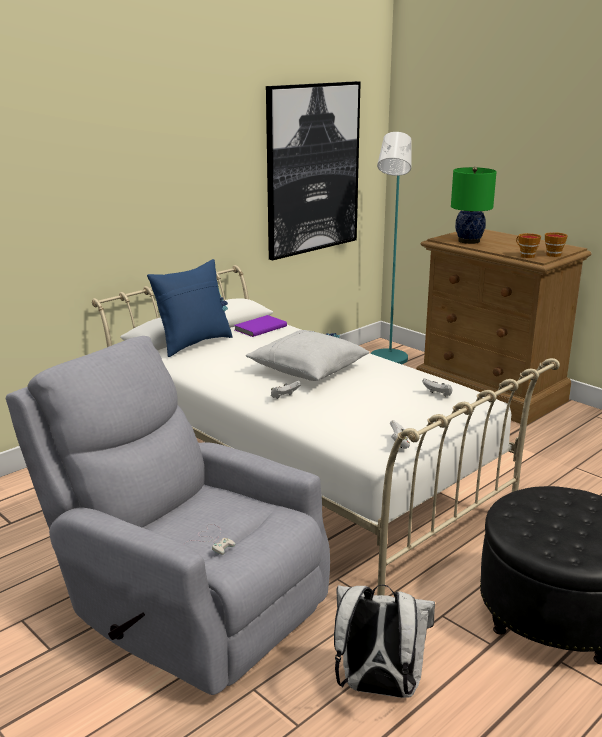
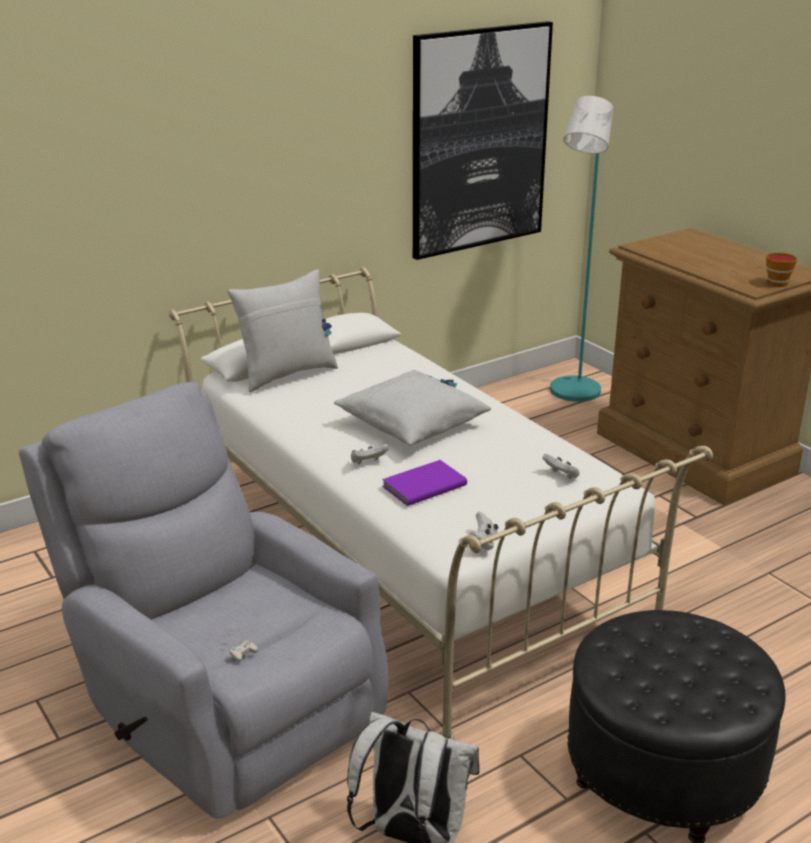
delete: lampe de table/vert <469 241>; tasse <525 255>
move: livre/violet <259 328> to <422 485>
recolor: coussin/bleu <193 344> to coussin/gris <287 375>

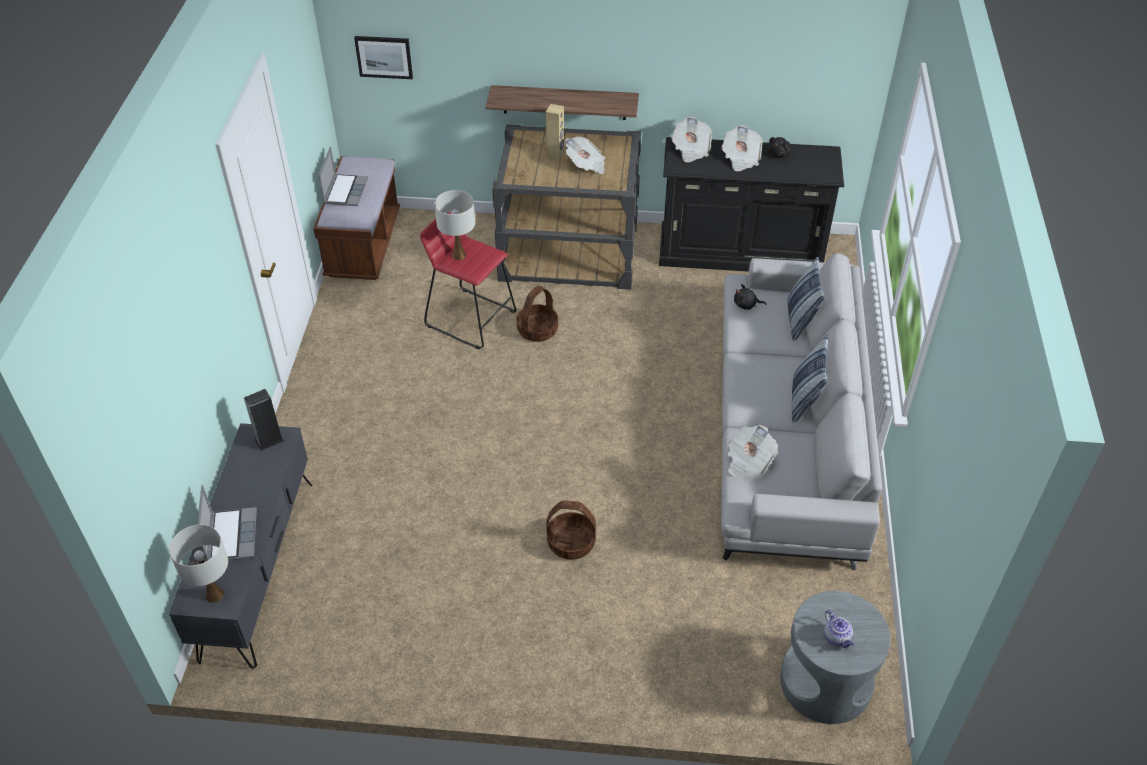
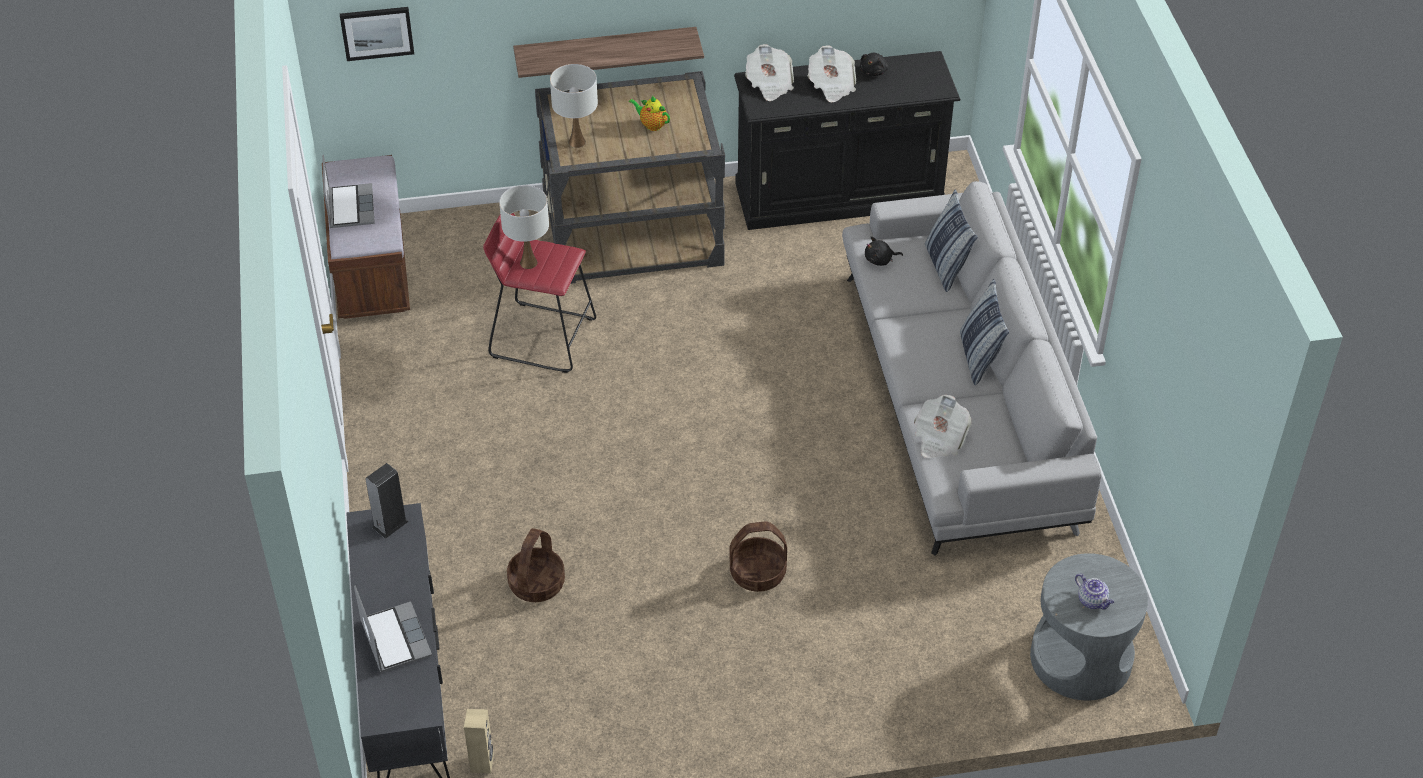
move: lampe de table/blanc <214 594> to <576 142>; panier <537 330> to <537 583>; enceinte/beige <555 154> to <482 763>
replace: journal <586 165> to théière <651 125>

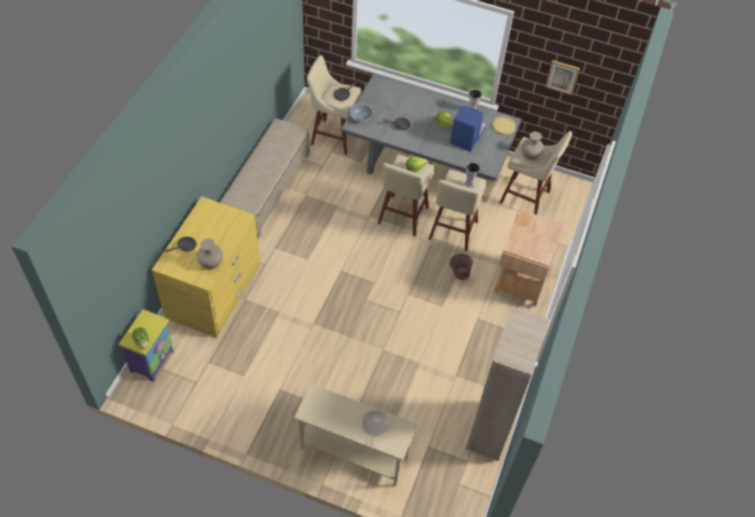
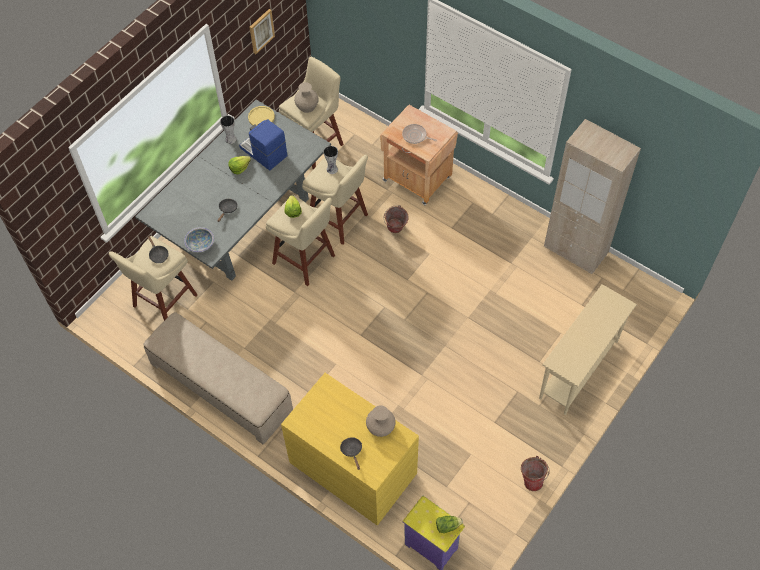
insert: seau <532 479>
move: poêle <374 426> to <415 136>

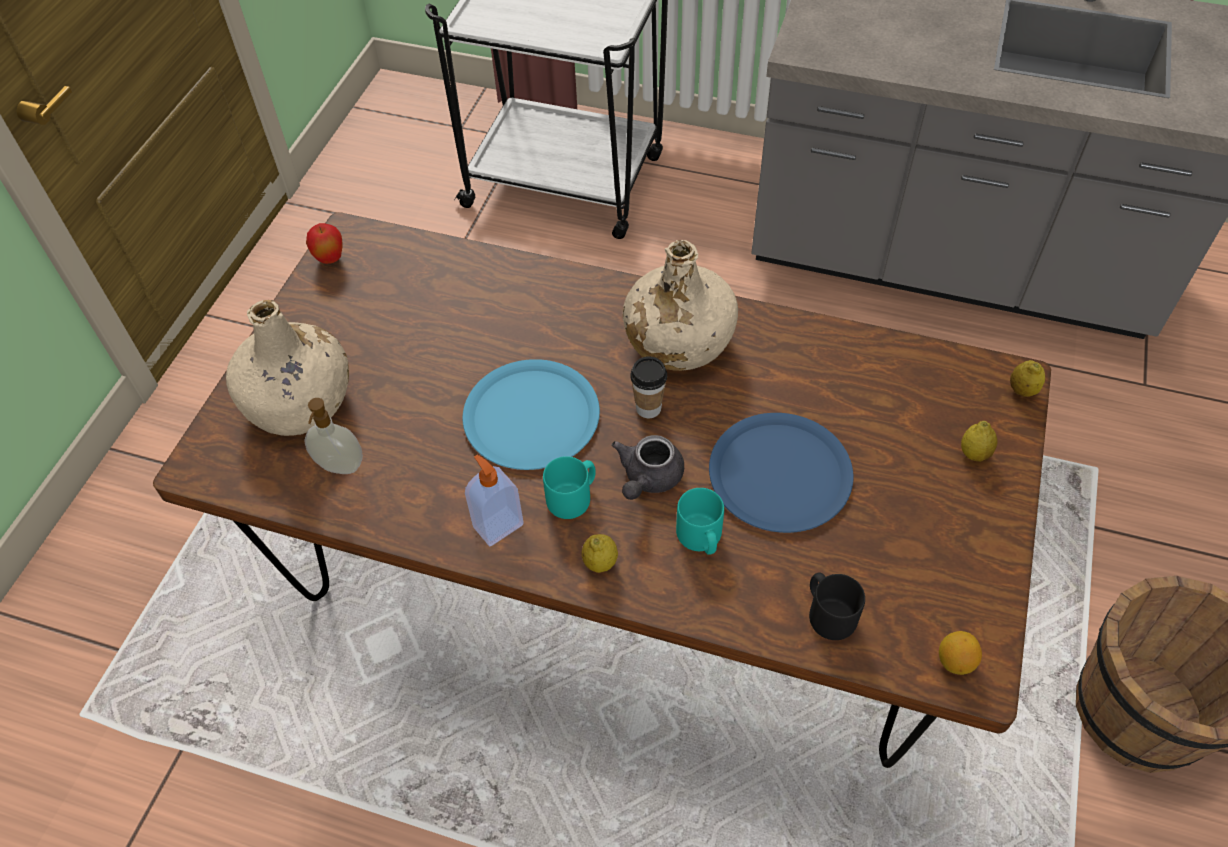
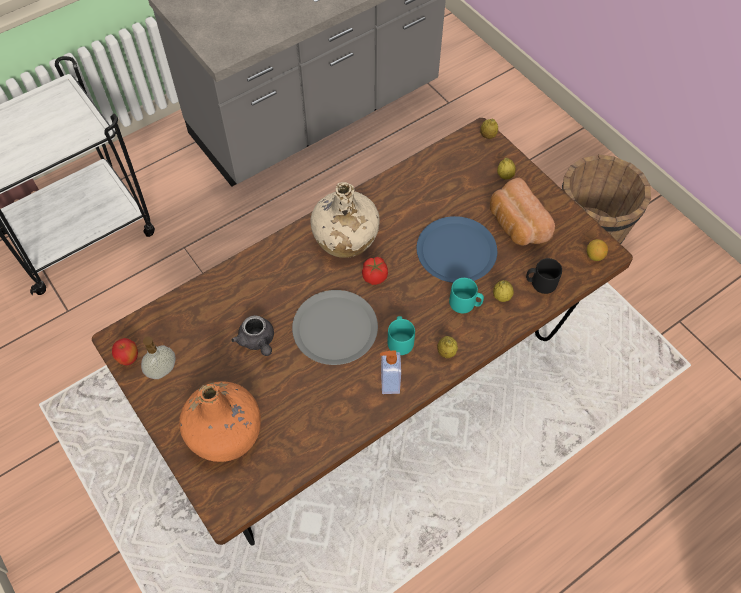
insert: pain <515 225>; citron <501 297>
move: distributeur de savon <340 467> to <163 371>; théière/gris <648 478> to <258 341>
replace: tasse <648 408> to tomate <375 276>
recolor: bouteille/beige <300 402> to bouteille/orange <225 431>; assiette/bleu <531 415> to assiette/gris <335 328>

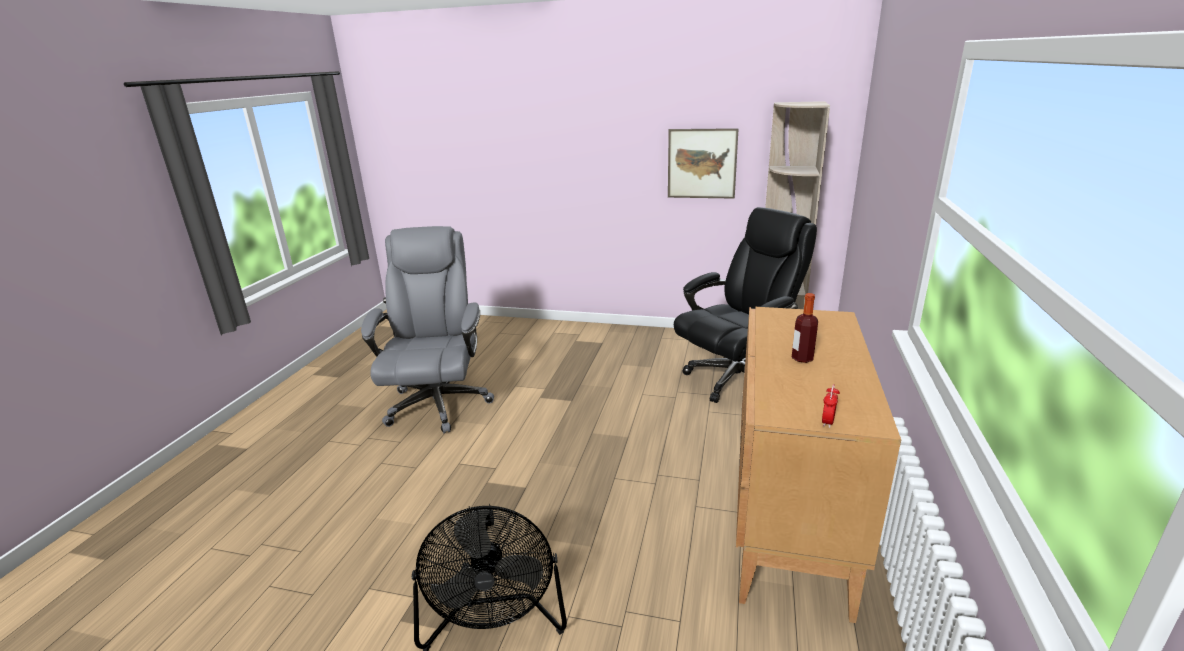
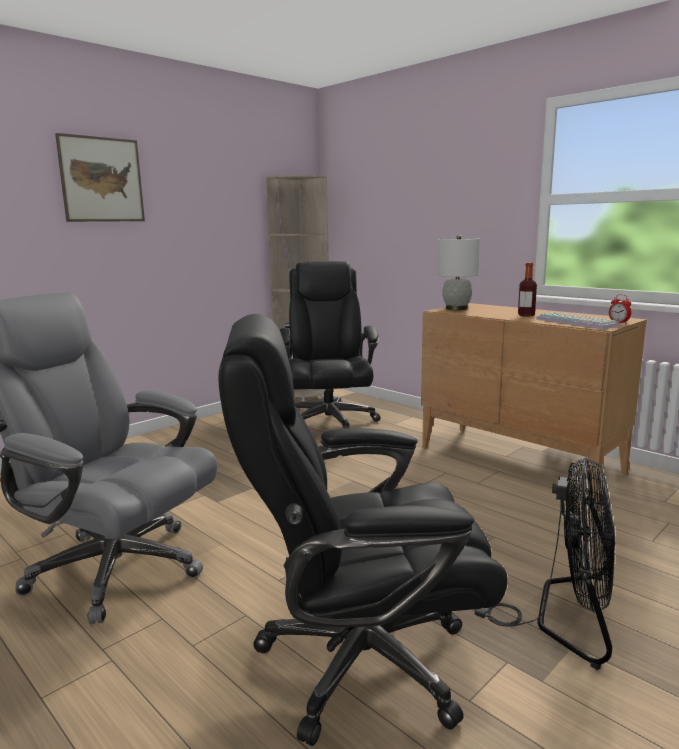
insert: chaise de bureau/noir <363 661>; lampe de table/blanc <456 308>; clavier <578 322>
move: tableau <702 163> to <102 180>

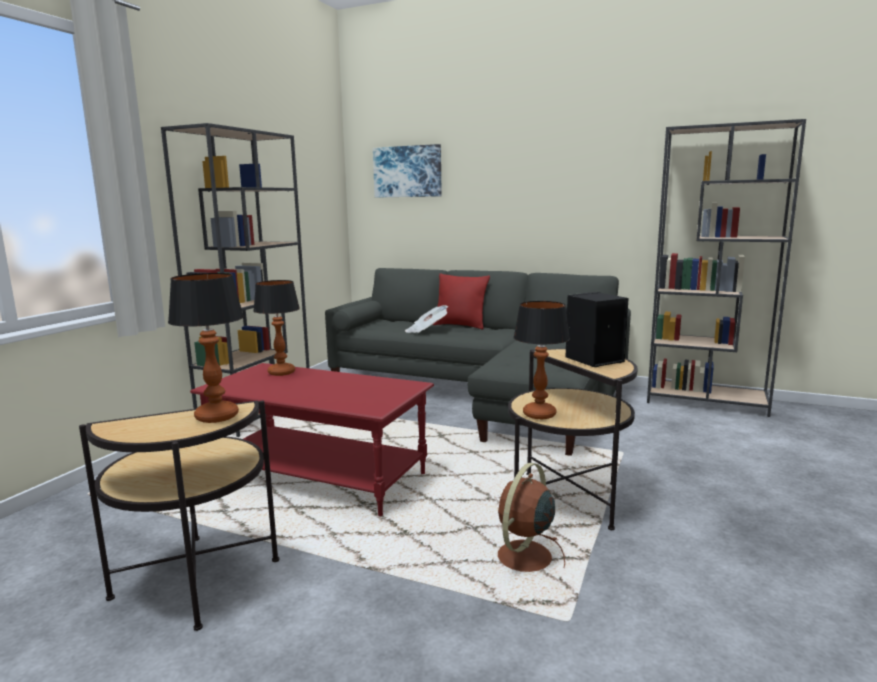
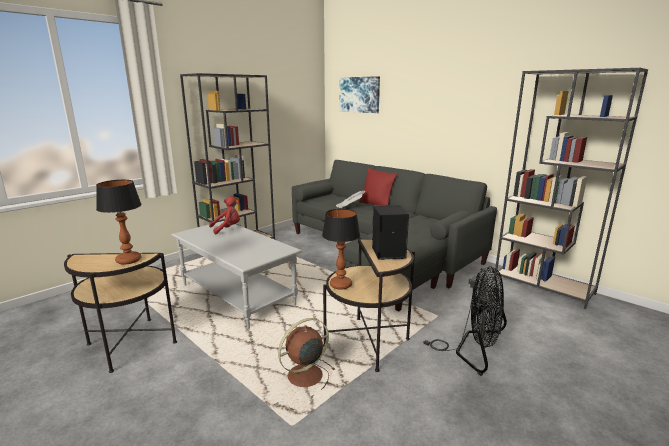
insert: ventilateur/noir <472 348>
replace: lampe de table <282 372> to peluche/rouge <227 229>
recolor: table basse/rouge <320 476> to table basse/gris <238 295>

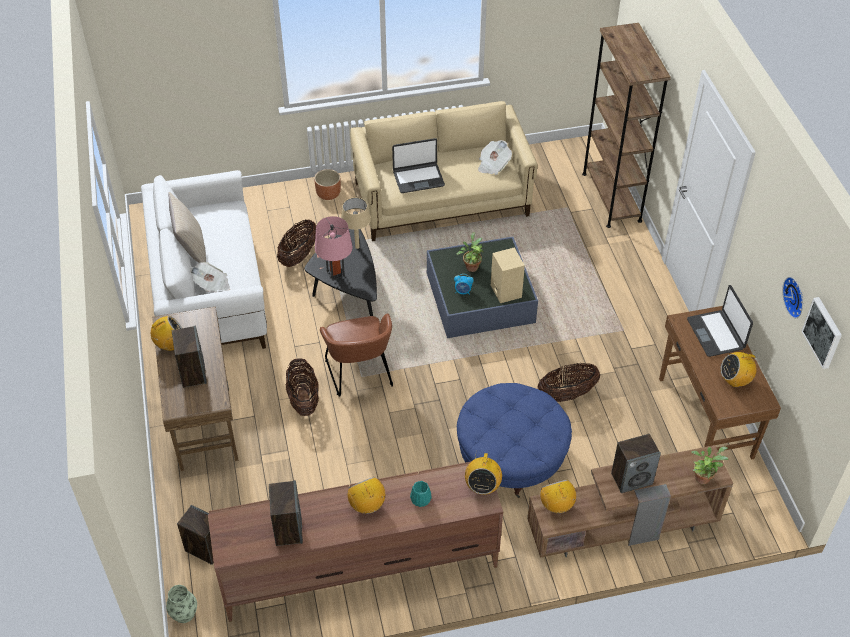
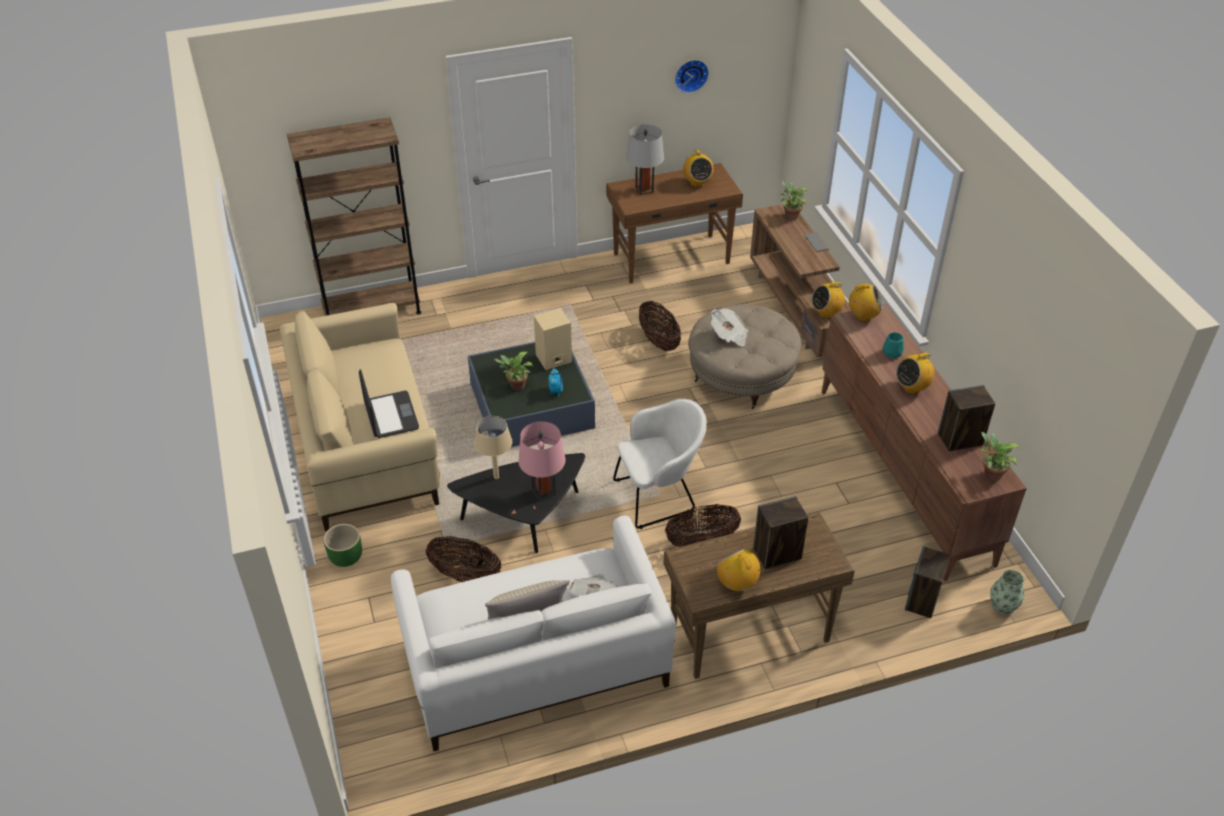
delete: enceinte <632 478>; tableau <823 332>
insert: plante en pot <990 474>
move: journal <493 165> to <729 336>
replace: ordinateur portable <716 334> to lampe de table/gris <644 190>
recolor: cache-pot/marron <328 194> to cache-pot/vert <345 557>; fauteuil/marron <360 375> to fauteuil/blanc <658 496>; pouf/bleu <511 456> to pouf/beige <741 376>

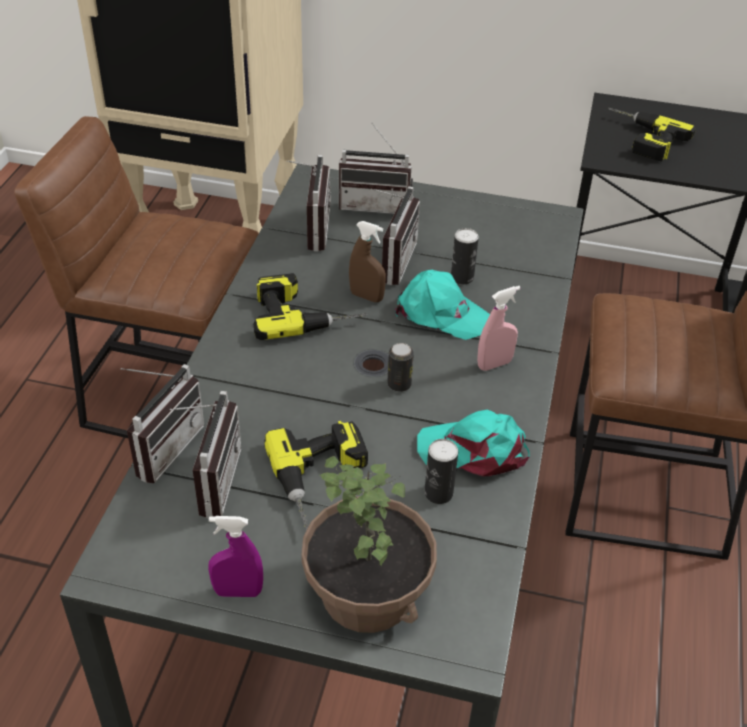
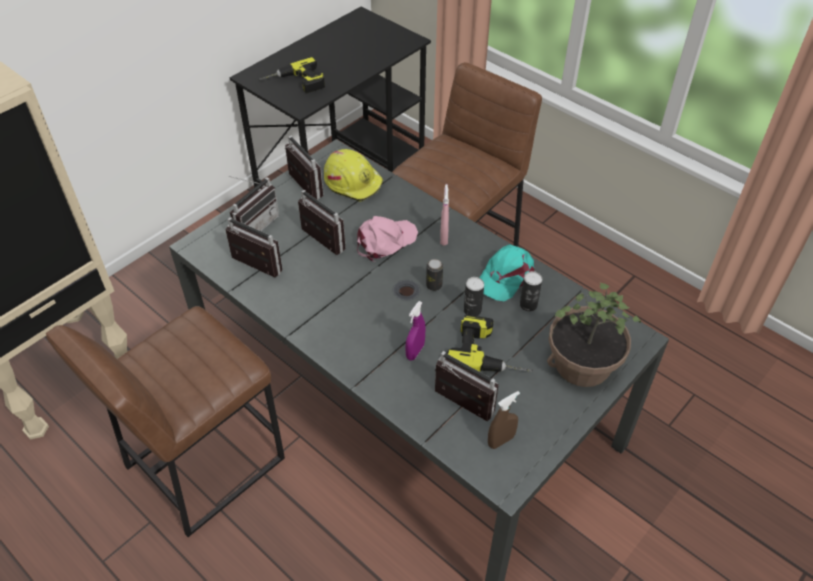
delete: perceuse <306 312>
insert: casque de chantier/jaune <353 182>
move: radio <162 447> to <300 187>; vaporisateur/violet <238 591> to <415 351>; vaporisateur/marron <366 296> to <501 440>; boîte métallique <462 278> to <472 310>
recolor: casquette/turquoise <441 314> to casquette/rose <385 241>

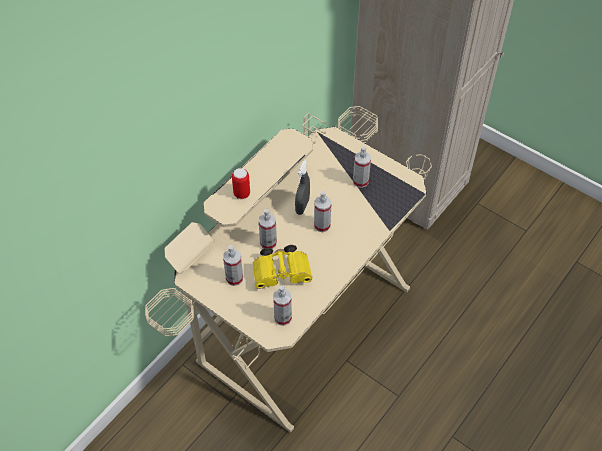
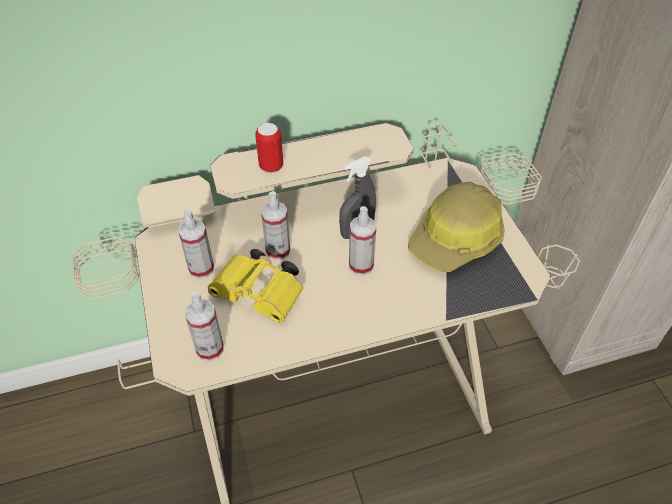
replace: vaporisateur <360 181> to casque de chantier <456 240>

